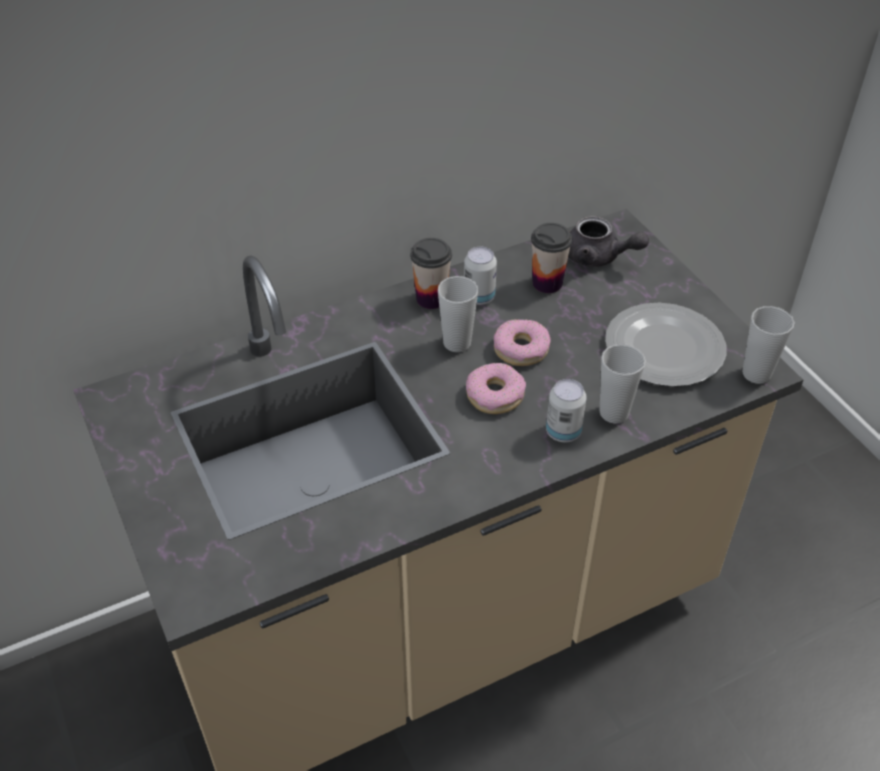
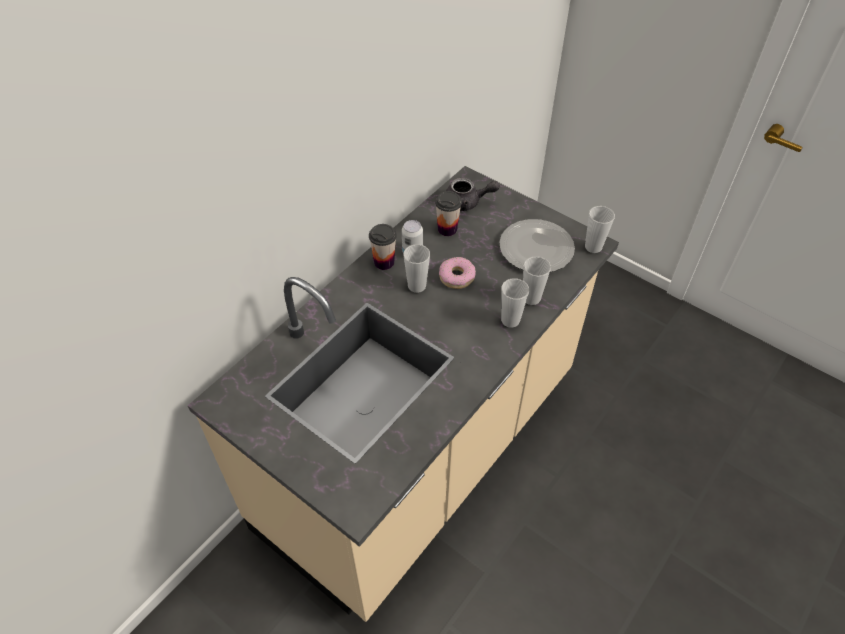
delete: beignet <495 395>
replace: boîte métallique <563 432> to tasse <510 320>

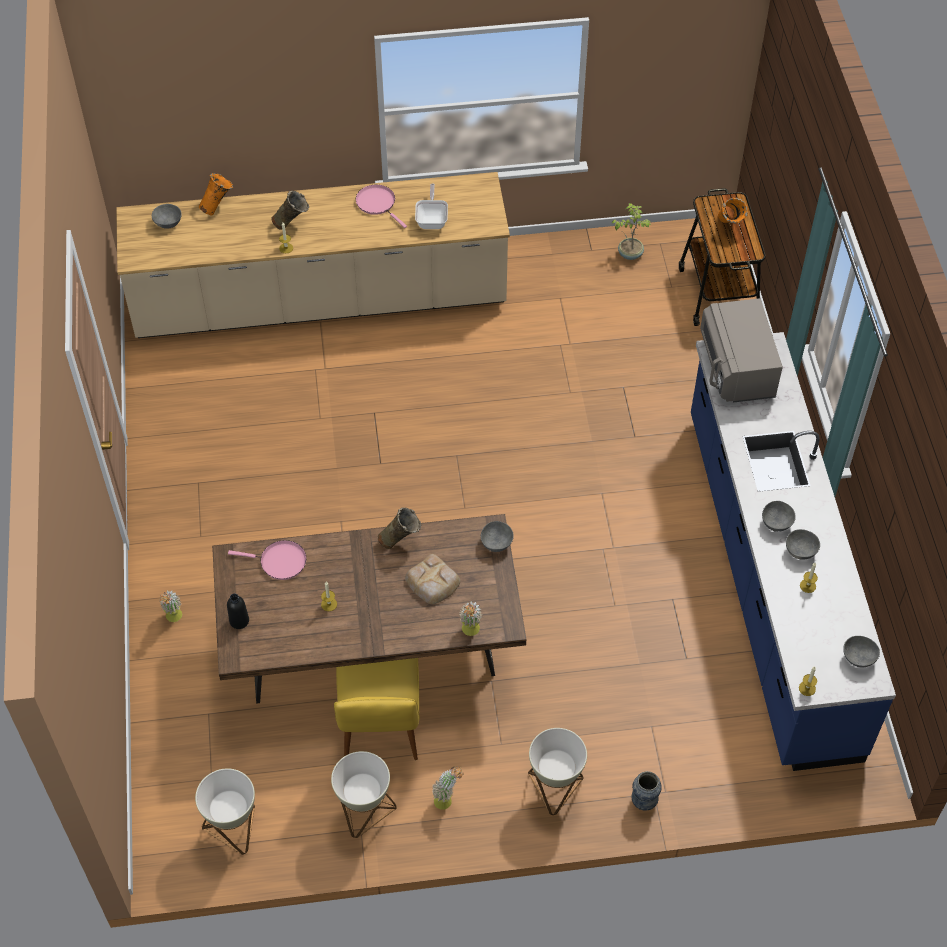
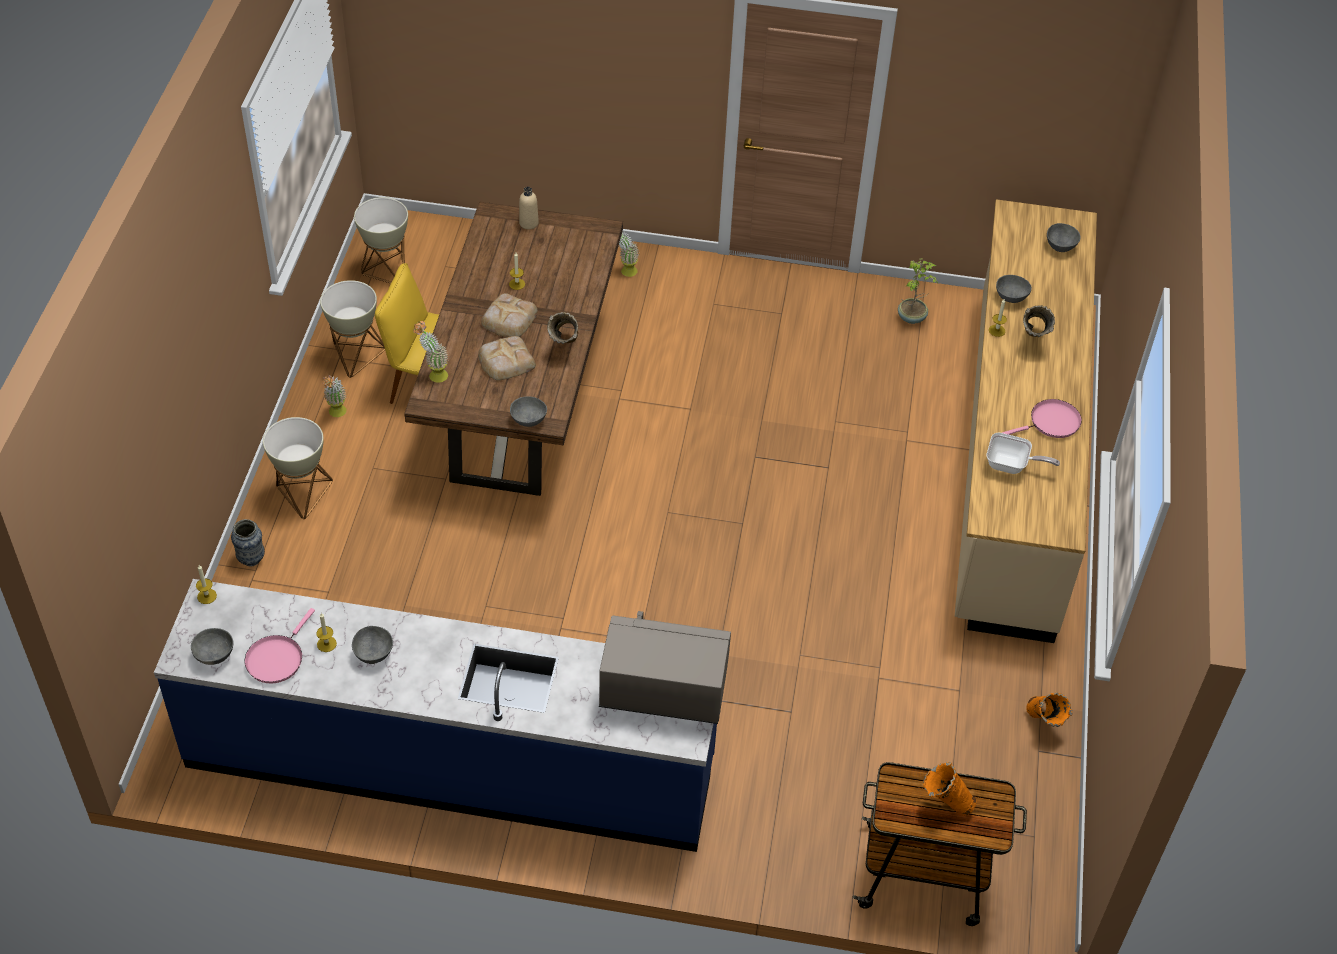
insert: pain <508 319>
move: vase/orange <218 208> to <1043 725>; poêle/rose <280 562> to <276 658>; plante en pot <629 254> to <912 317>; bol/gris <777 523> to <1011 298>
recolor: bouteille/noir <239 621> to bouteille/beige <528 223>

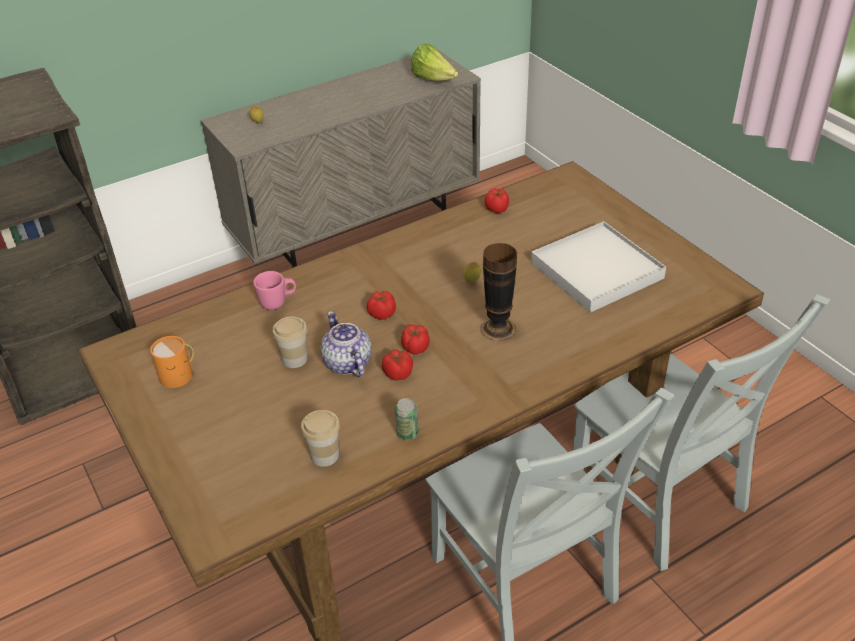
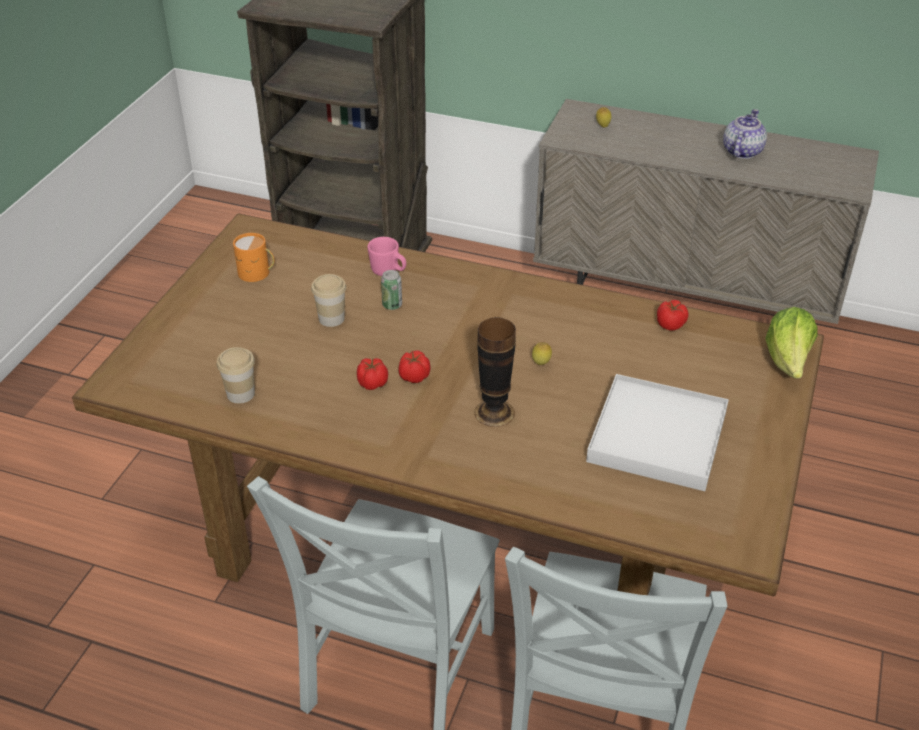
delete: tomate <381 314>
move: théière <347 363> to <741 152>; boîte métallique <407 433> to <392 305>; laitue <433 79> to <788 362>

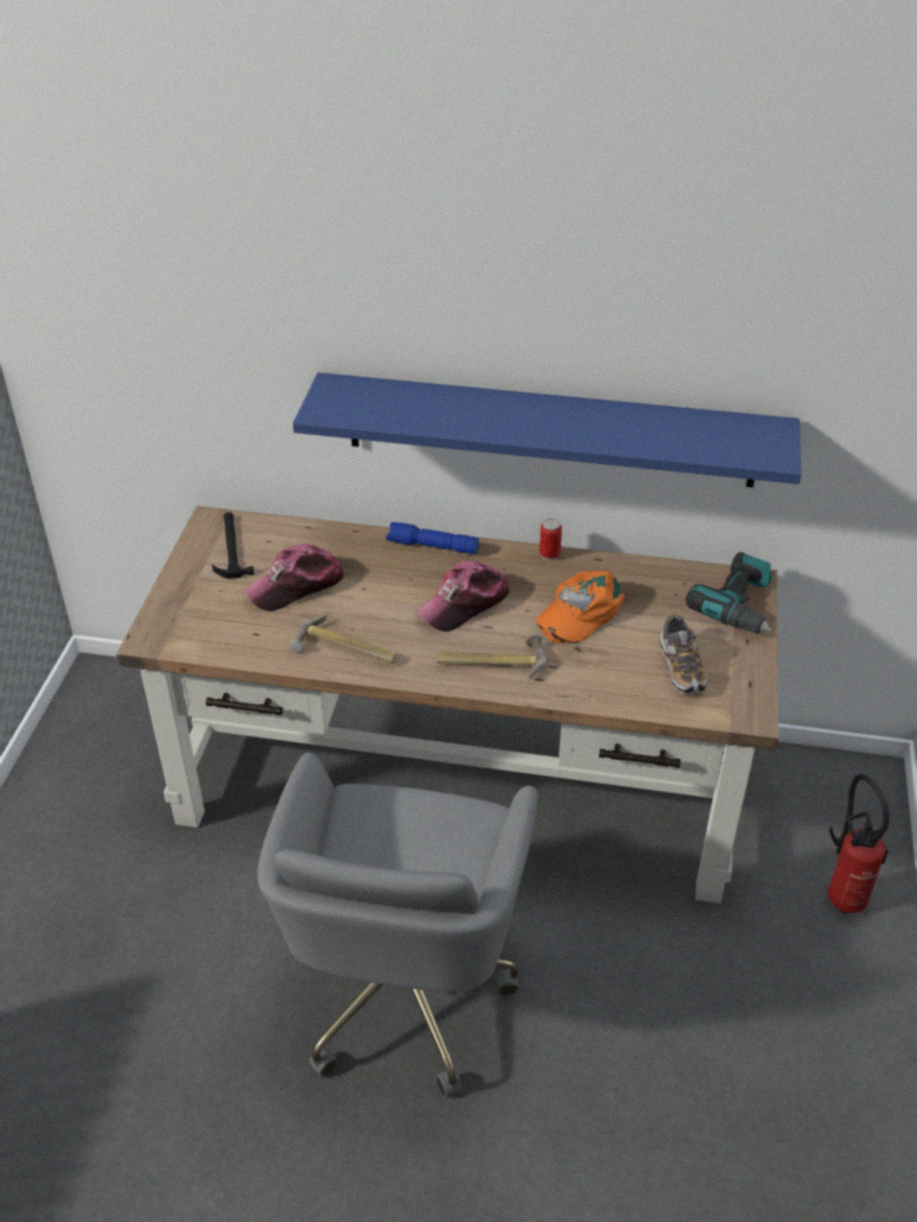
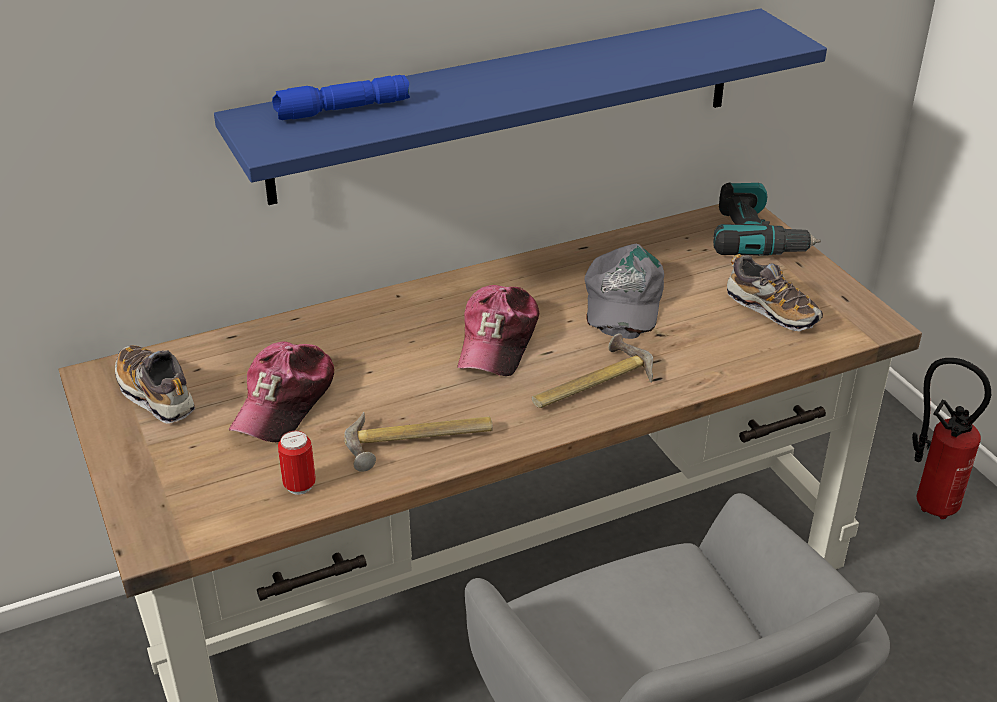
move: lampe de poche/bleu <432 547> to <342 110>; boîte métallique <549 555> to <299 485>
replace: marteau <231 547> to chaussure <155 395>
recolor: casquette/orange <579 612> to casquette/gris <621 301>

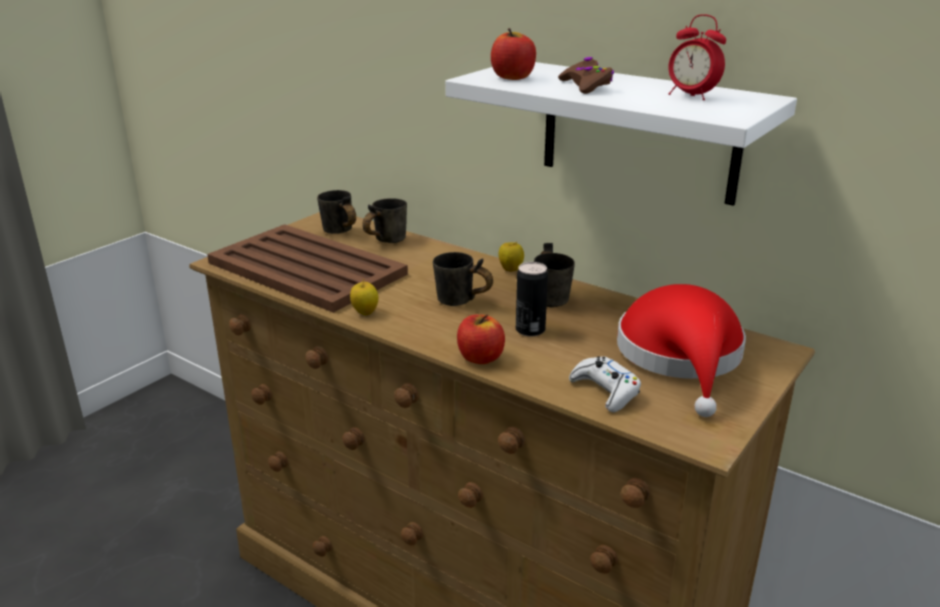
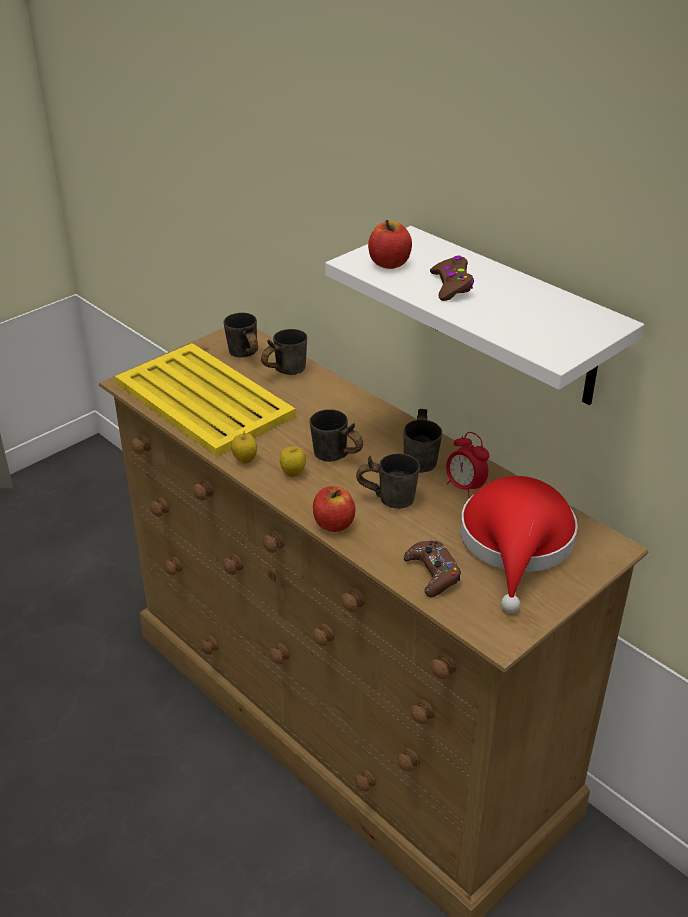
move: pomme <511 270> to <293 473>; réveil <691 96> to <465 487>
replace: boîte métallique <530 330> to mug/gris <389 497>
recolor: plateau/marron <307 269> to plateau/jaune <204 401>; manette/blanc <605 391> to manette/marron <432 573>

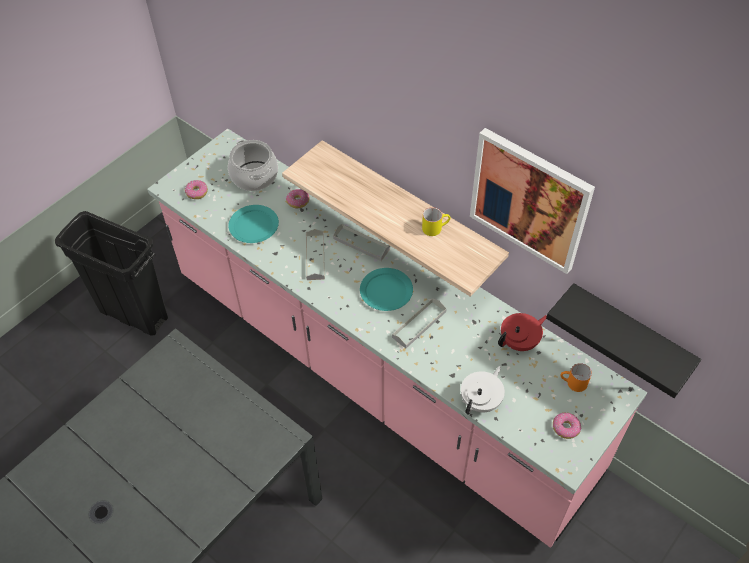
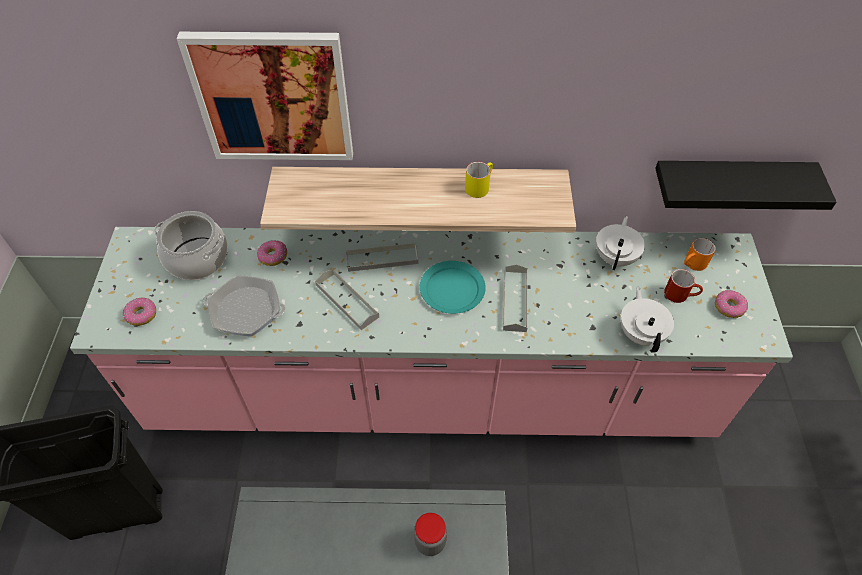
insert: bocal <430 542>; mug/rouge <680 294>
move: tableau <529 200> to <273 97>
replace: assiette/turquoise <253 225> to poêle <246 310>
recolor: théière/rouge <520 342> to théière/blanc <615 257>

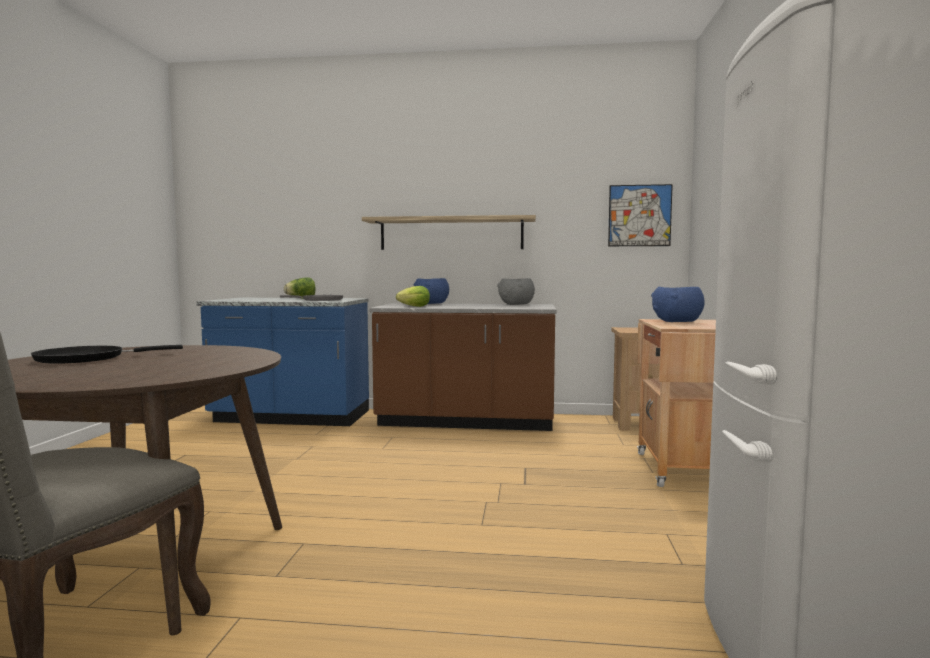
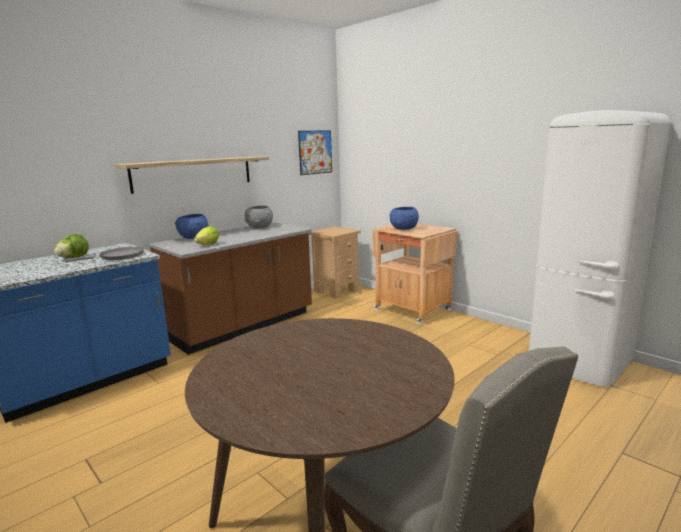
delete: poêle/noir <87 359>

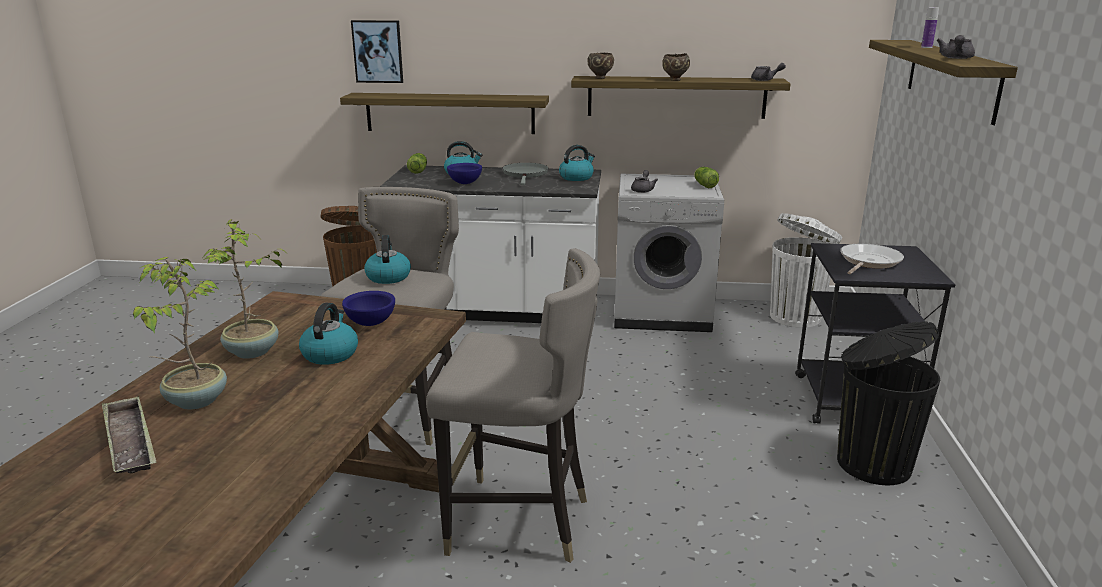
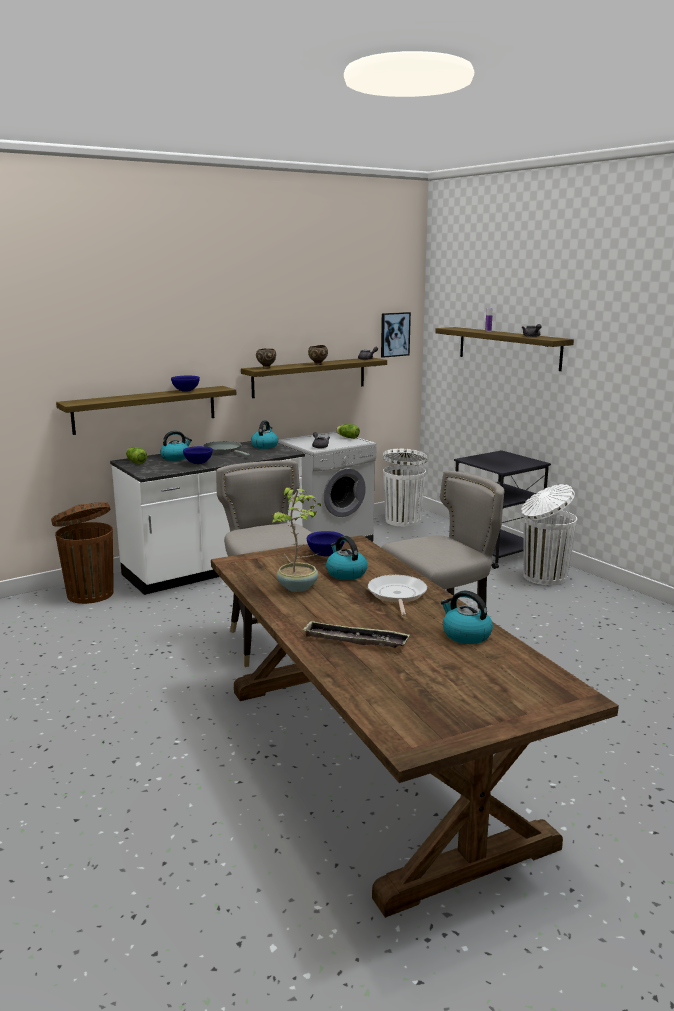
delete: plante en pot <195 401>
insert: bol/bleu <185 391>
move: tableau <378 51> to <394 334>; bouilloire <388 277> to <465 635>; poêle <868 262> to <397 595>
recolor: poubelle/noir <871 463> to poubelle/blanc <543 577>

